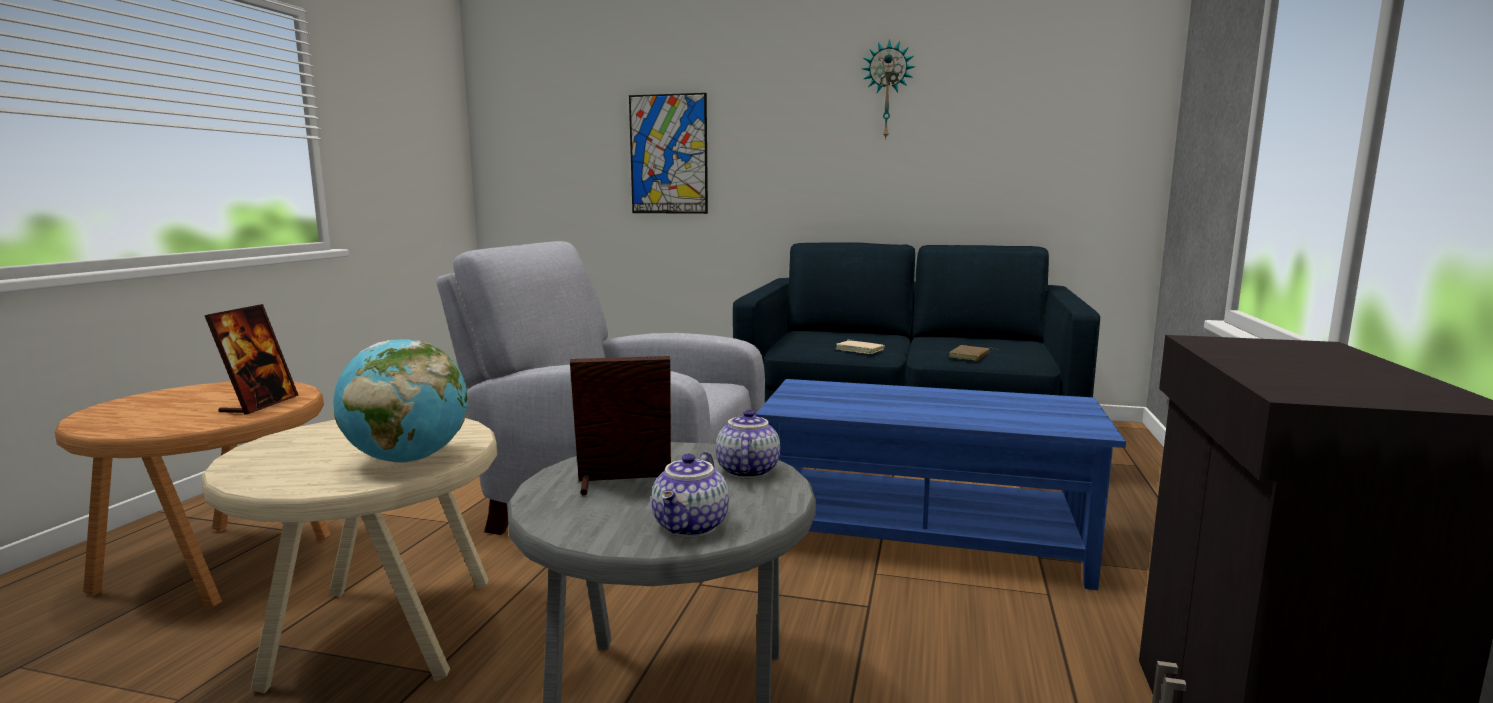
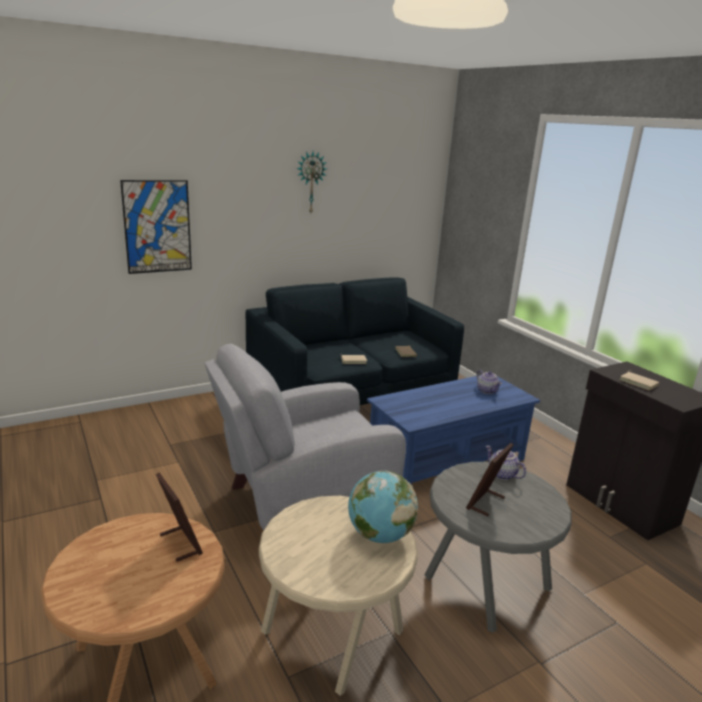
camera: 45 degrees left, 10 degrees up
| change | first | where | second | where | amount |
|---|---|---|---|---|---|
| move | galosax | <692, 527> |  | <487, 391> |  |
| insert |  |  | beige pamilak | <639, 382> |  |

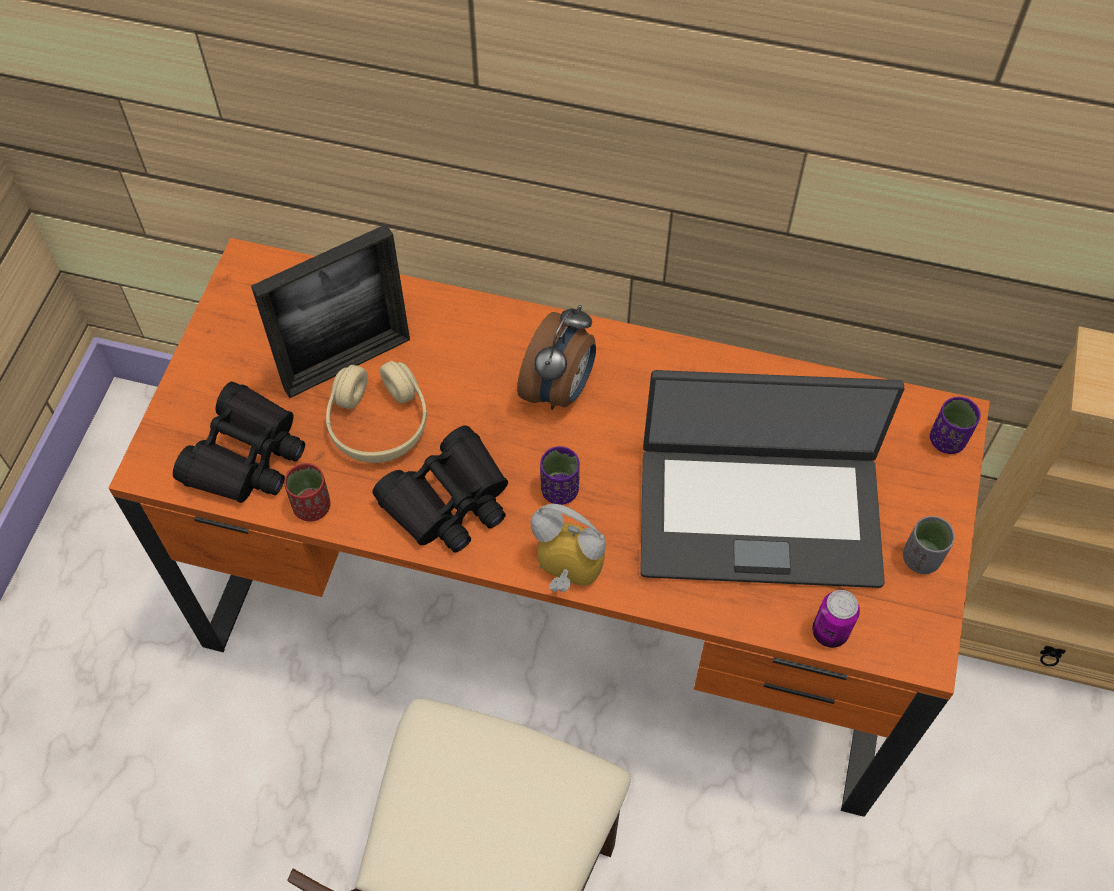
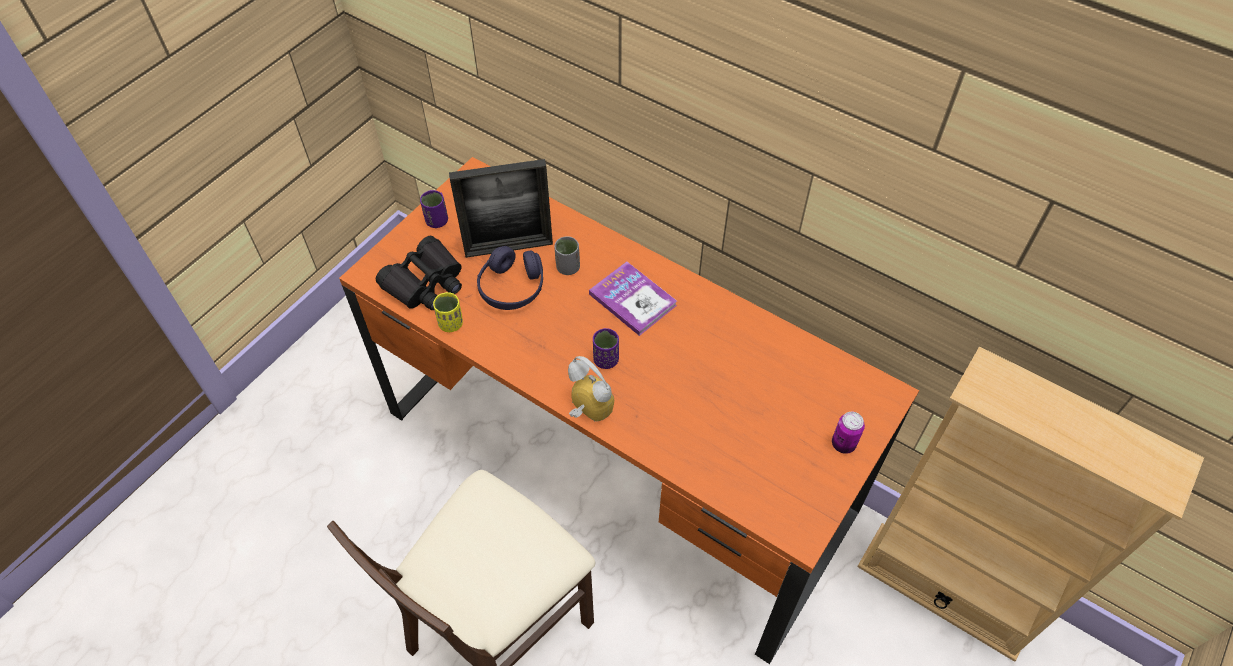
camera: 20 degrees right, 5 degrees down
| change | first | where | second | where | amount |
|---|---|---|---|---|---|
| replace | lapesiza | <560, 389> | pamilak | <632, 300> |  |
| recolor | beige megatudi | <378, 423> | purple megatudi | <512, 287> |  |
| delete | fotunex | <759, 513> |  |  |  |
| move | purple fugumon | <947, 440> |  | <437, 221> |  |
| delete | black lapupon | <448, 501> |  |  |  |
| recolor | red fugumon | <312, 506> | yellow fugumon | <451, 324> |  |
| move | grey fugumon | <921, 558> |  | <568, 267> |  |
| move | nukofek | <829, 632> |  | <843, 444> |  |

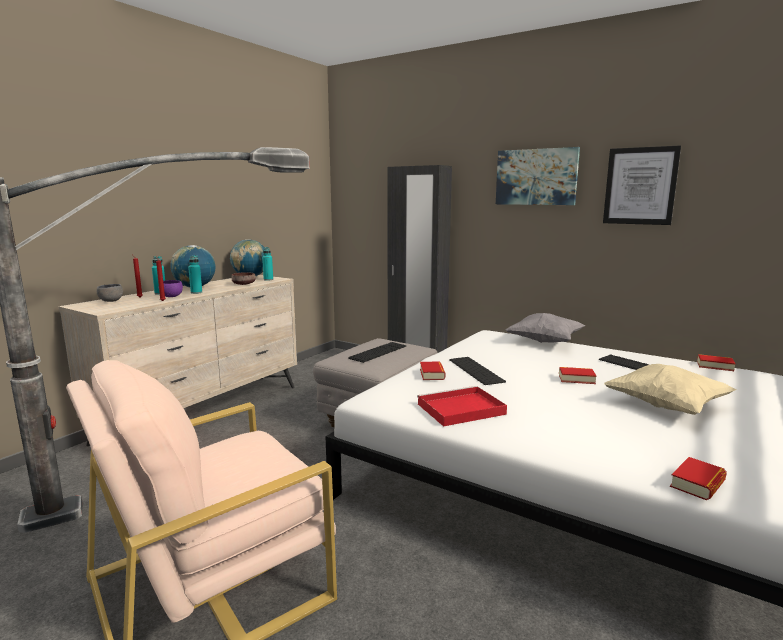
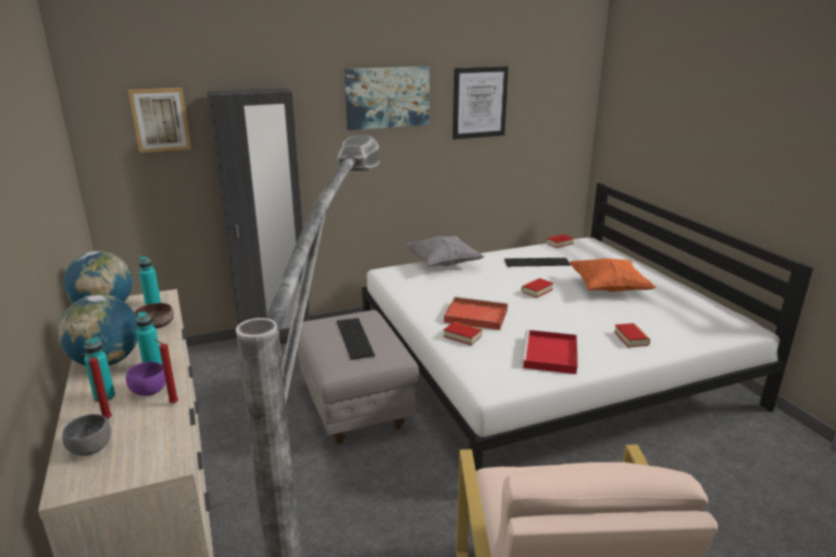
camera: 55 degrees left, 10 degrees up
| change | first | where | second | where | amount |
|---|---|---|---|---|---|
| replace | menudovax | <475, 370> | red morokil | <474, 316> |  |
| recolor | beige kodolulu | <666, 406> | orange kodolulu | <608, 289> |  |
| move | pamilak | <697, 484> |  | <631, 338> |  |
| insert |  |  | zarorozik | <160, 120> |  |

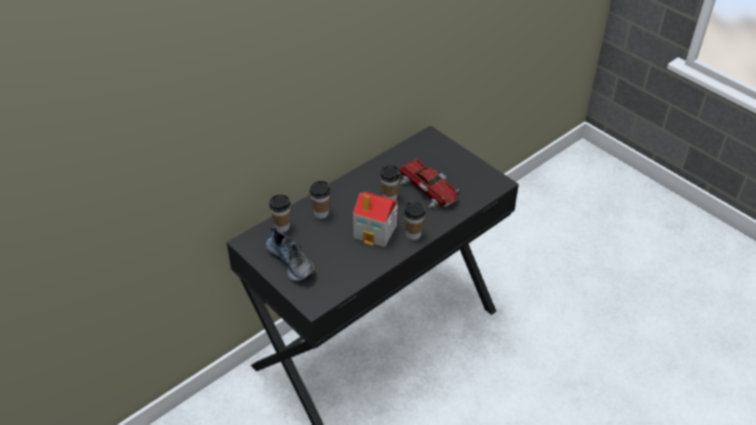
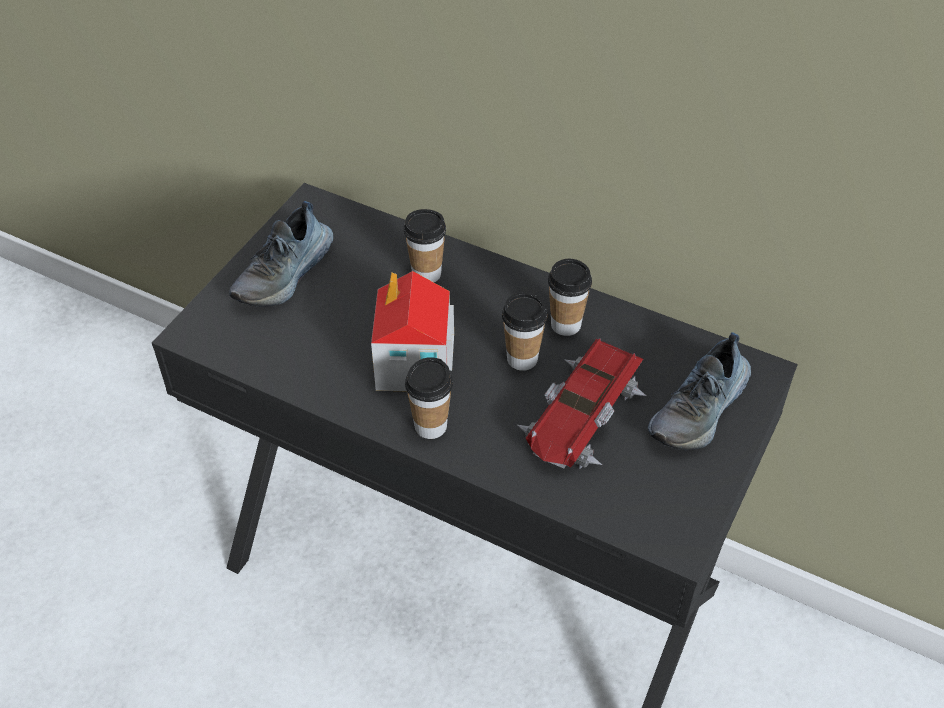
camera: 70 degrees right, 5 degrees up
| change | first | where | second | where | amount |
|---|---|---|---|---|---|
| move | fugumon | <282, 227> |  | <566, 325> |  |
| insert |  |  | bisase | <701, 410> |  |

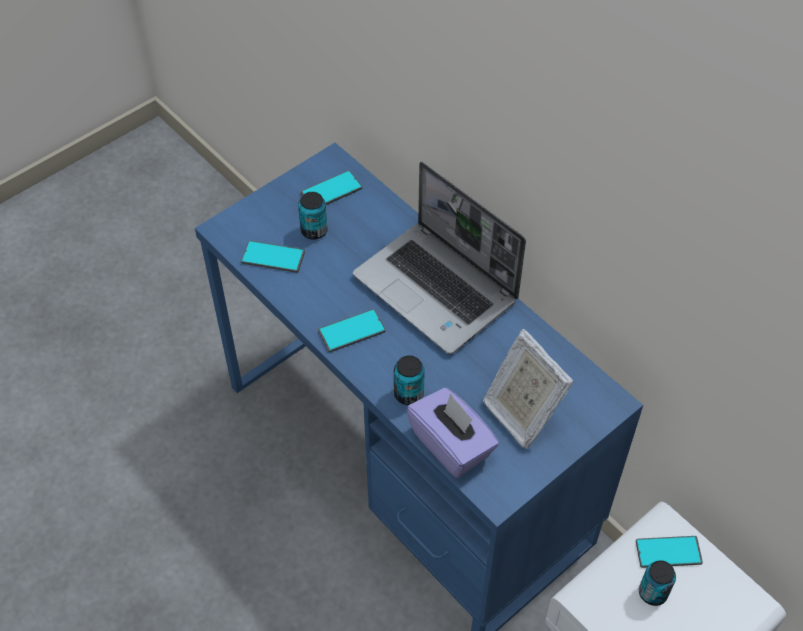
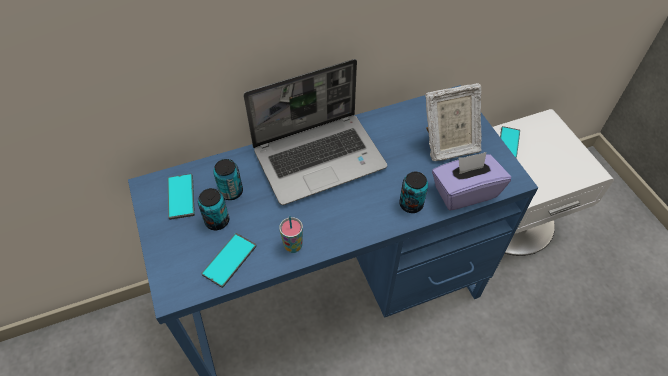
camera: 70 degrees left, 0 degrees up
| change | first | where | second | where | amount |
|---|---|---|---|---|---|
| delete | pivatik | <351, 331> |  |  |  |
| move | nukofek | <653, 593> |  | <231, 192> |  |
| insert |  |  | fugumon | <293, 246> |  |

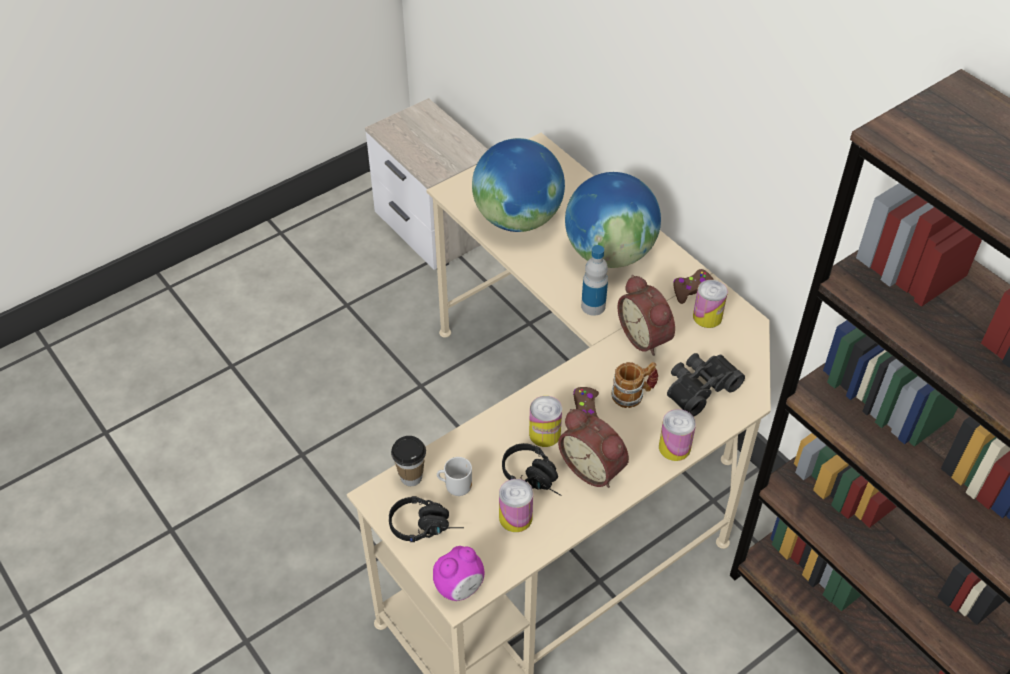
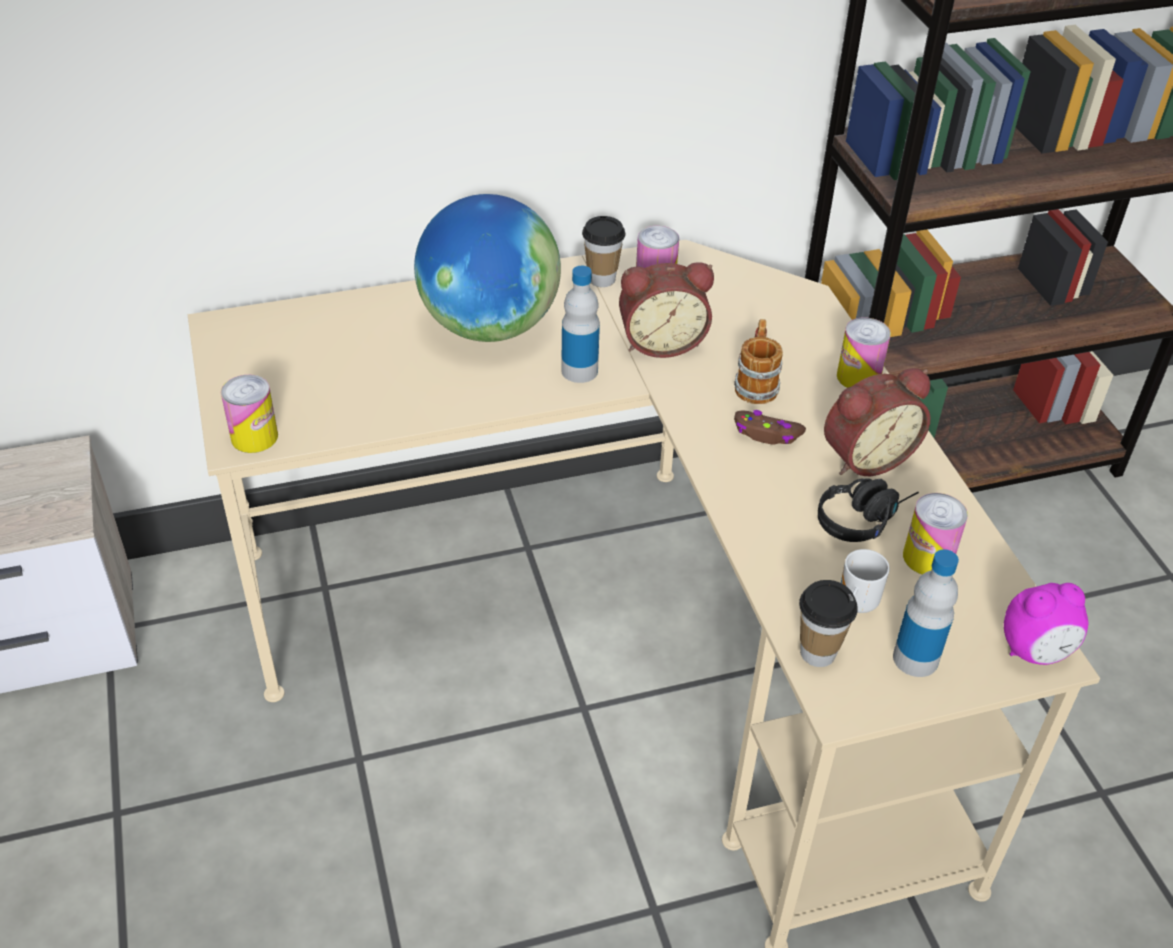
camera: 70 degrees left, 5 degrees down
| change | first | where | second | where | amount |
|---|---|---|---|---|---|
| delete | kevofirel | <517, 219> |  |  |  |
| replace | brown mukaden | <692, 290> | fugumon | <602, 279> |  |
| delete | black lapupon | <699, 387> |  |  |  |
| move | nukofek | <544, 434> |  | <254, 437> |  |
| replace | black megatudi | <427, 525> | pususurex | <915, 658> |  |
| rotate | lapesiza | <460, 588> |  | <1036, 651> | 90 degrees clockwise |

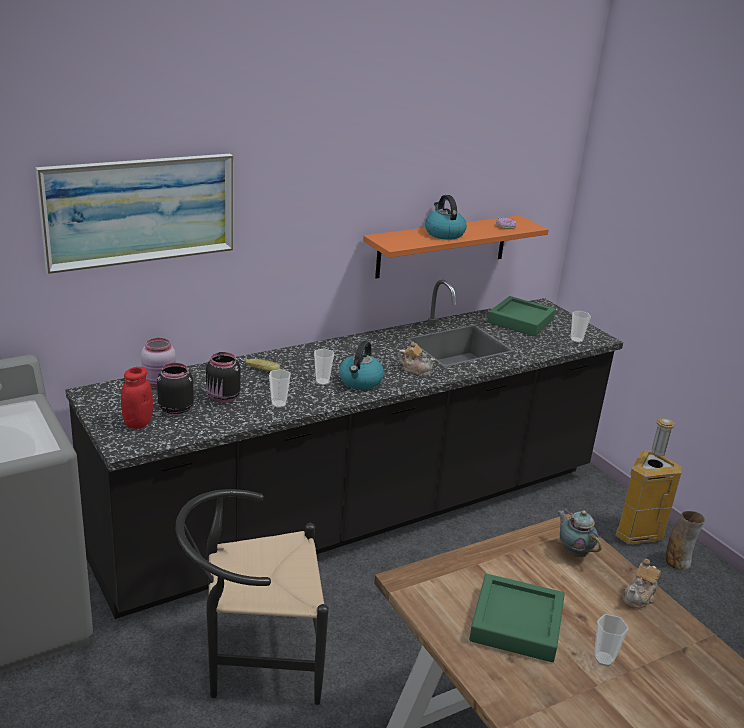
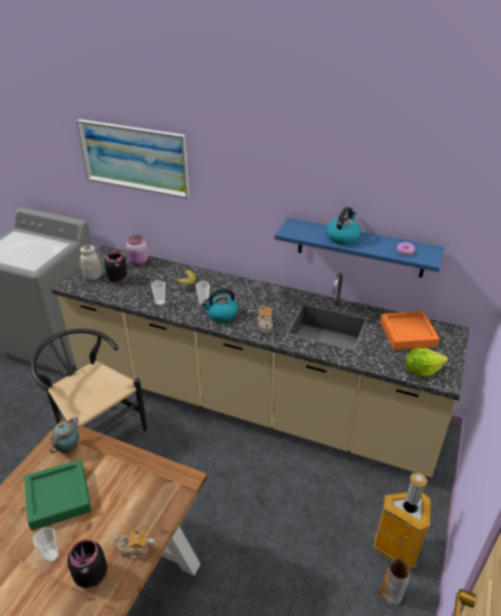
camera: 55 degrees right, 10 degrees up
| change | first | where | second | where | amount |
|---|---|---|---|---|---|
| recolor | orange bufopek | <442, 246> | blue bufopek | <360, 248> |  |
| recolor | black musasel | <359, 514> | beige musasel | <250, 401> |  |
| recolor | green morokil | <520, 321> | orange morokil | <408, 334> |  |
| replace | fugumon | <576, 340> | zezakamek | <421, 371> |  |
| move | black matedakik | <223, 398> |  | <90, 575> |  |
| recolor | red matedakik | <138, 423> | white matedakik | <93, 277> |  |
| move | galosax | <573, 552> |  | <69, 447> |  |

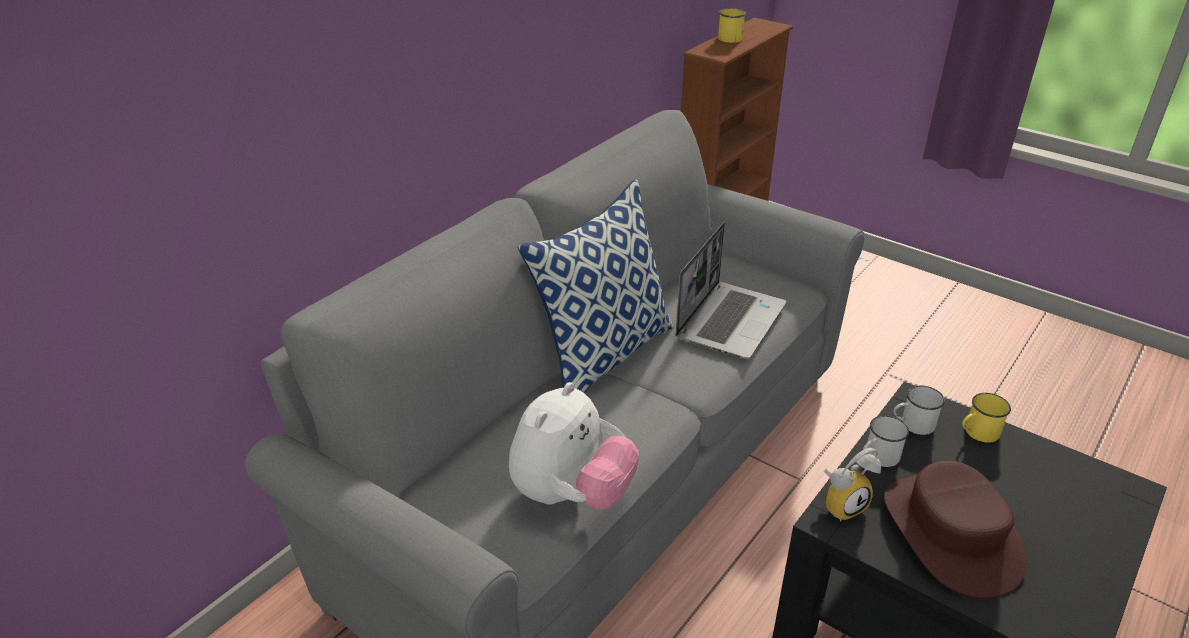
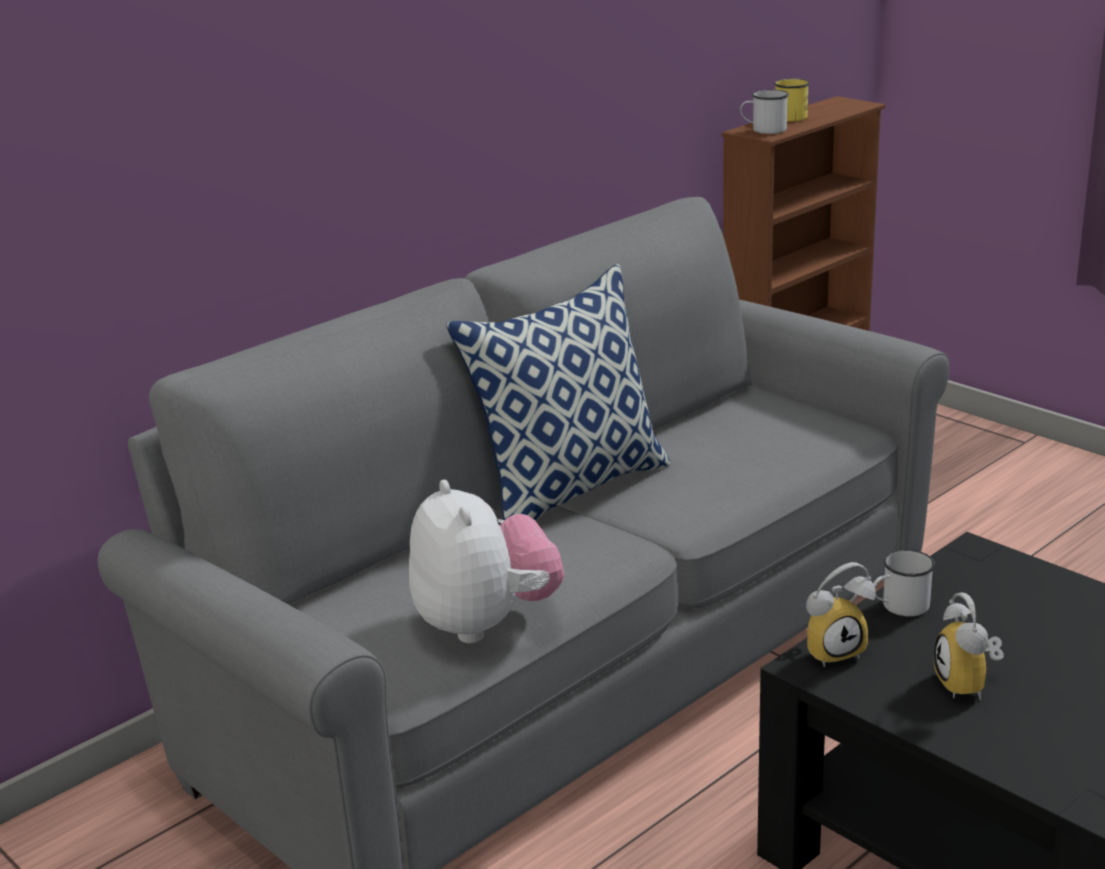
camera: 10 degrees right, 10 degrees down
| change | first | where | second | where | amount |
|---|---|---|---|---|---|
| delete | fotunex | <730, 321> |  |  |  |
| rotate | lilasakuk | <572, 495> |  | <486, 623> | 60 degrees counterclockwise |
| move | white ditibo | <912, 424> |  | <763, 130> |  |
| delete | yellow ditibo | <977, 433> |  |  |  |
| replace | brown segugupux | <951, 533> | lapesiza | <969, 686> |  |

